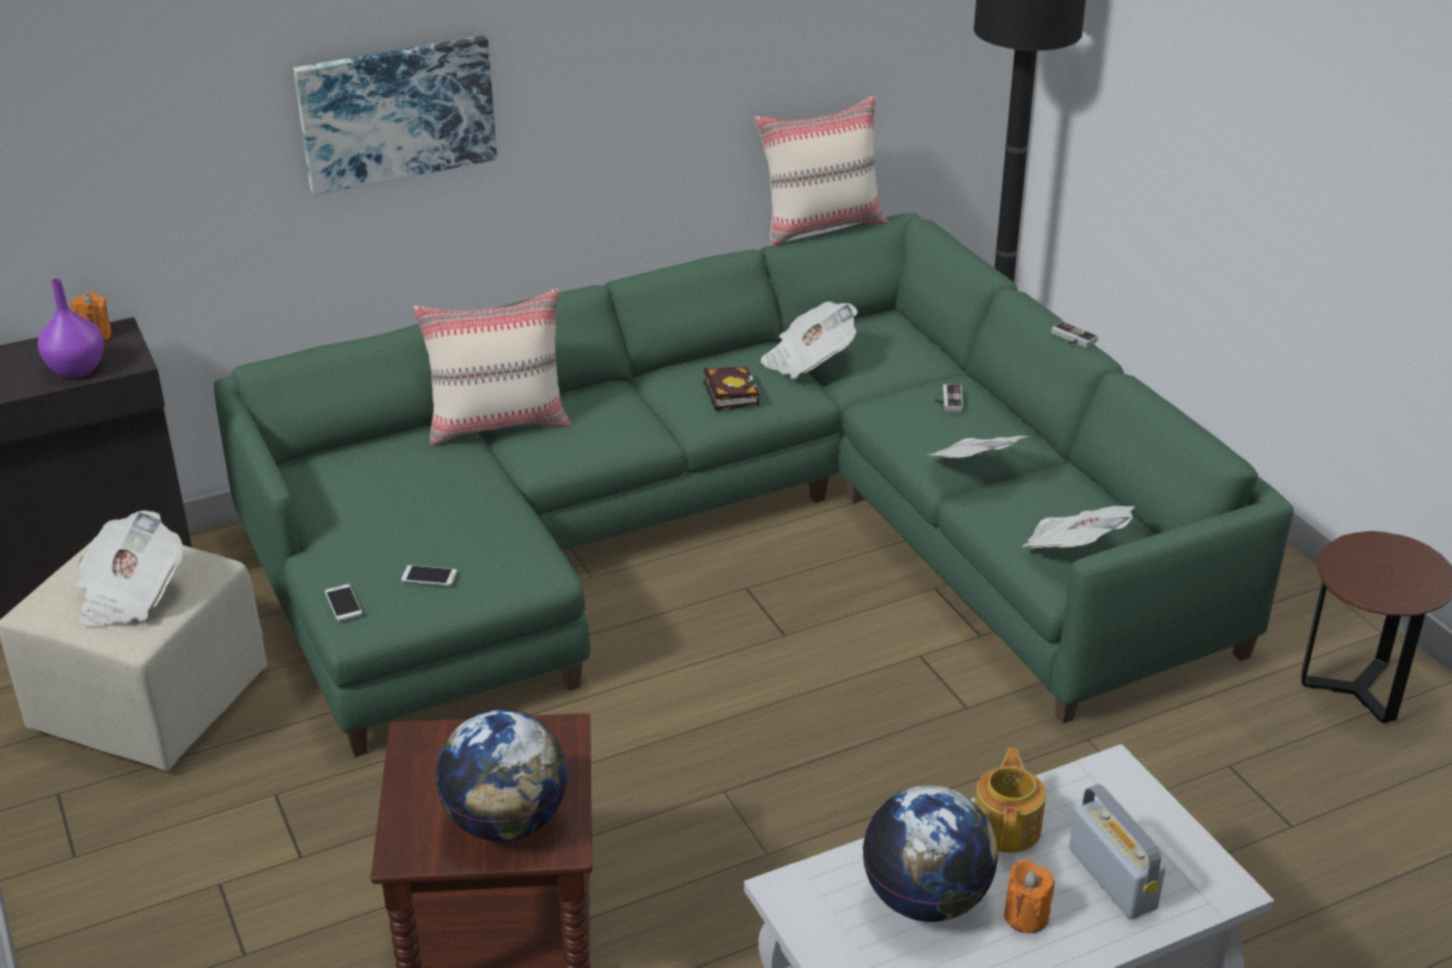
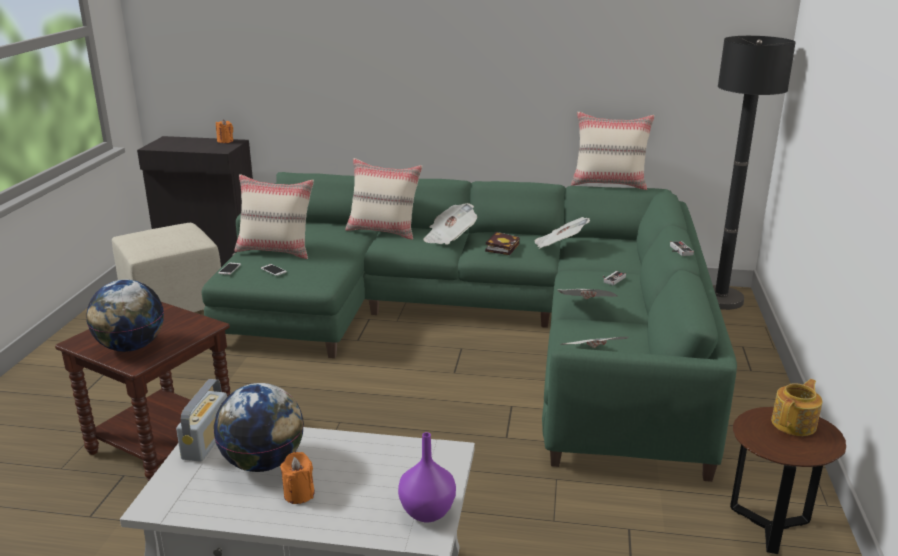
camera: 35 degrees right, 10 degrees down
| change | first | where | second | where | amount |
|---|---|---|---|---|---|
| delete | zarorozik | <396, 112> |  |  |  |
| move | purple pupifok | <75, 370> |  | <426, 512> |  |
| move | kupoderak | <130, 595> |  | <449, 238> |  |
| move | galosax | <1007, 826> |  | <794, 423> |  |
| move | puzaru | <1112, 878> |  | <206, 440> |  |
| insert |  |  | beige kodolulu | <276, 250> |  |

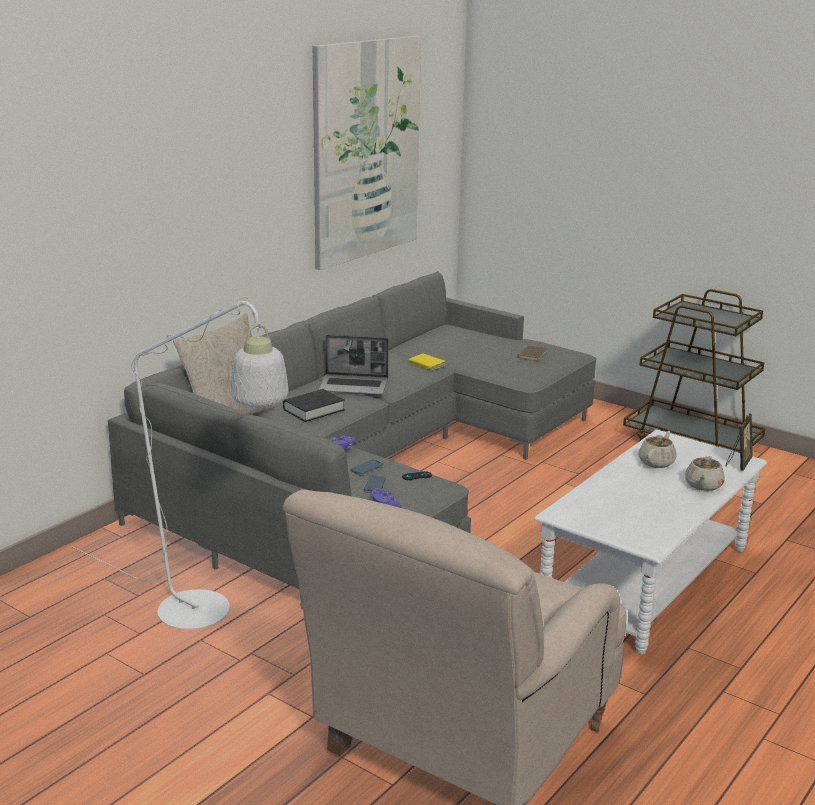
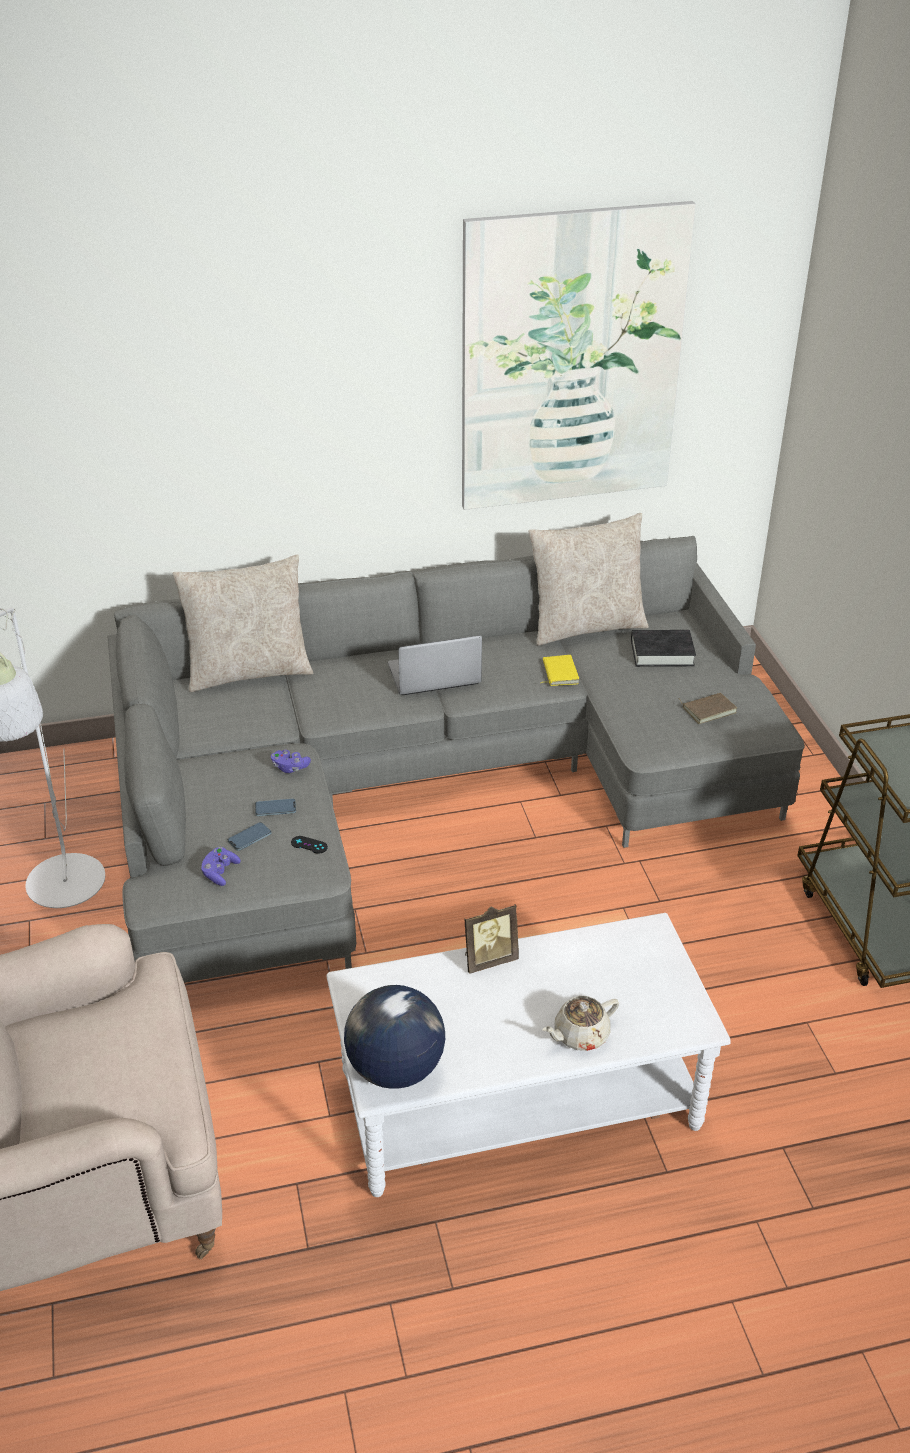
camera: 40 degrees right, 15 degrees up
| change | first | where | second | where | amount |
|---|---|---|---|---|---|
| rotate | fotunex | <354, 386> |  | <433, 676> | 120 degrees clockwise |
| move | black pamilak | <314, 410> |  | <662, 653> |  |
| move | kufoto | <738, 463> |  | <489, 959> |  |
| delete | beige galosax | <657, 462> |  |  |  |
| insert |  |  | beige kodolulu | <586, 626> |  |
| insert |  |  | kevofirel | <395, 1068> |  |

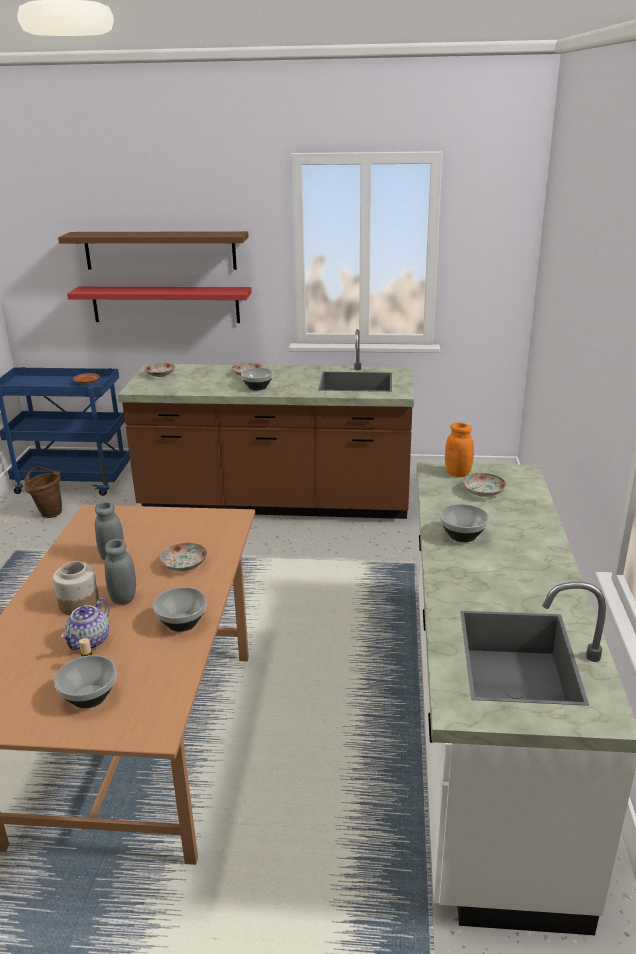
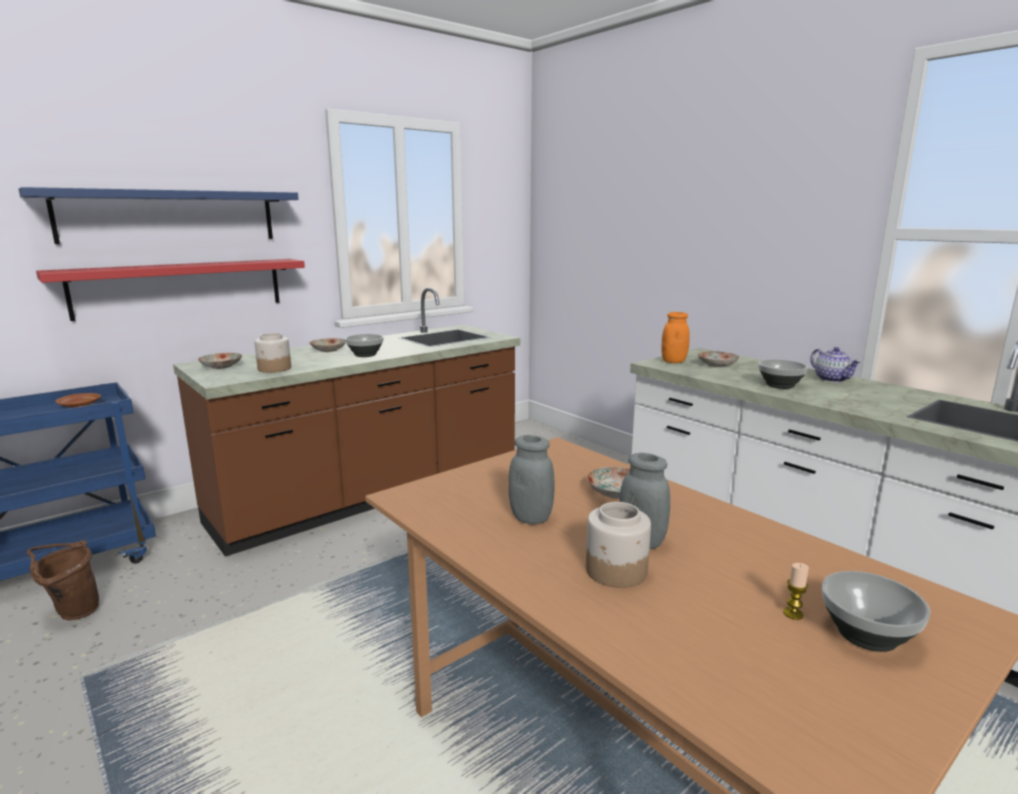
camera: 45 degrees left, 10 degrees down
| change | first | where | second | where | amount |
|---|---|---|---|---|---|
| recolor | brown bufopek | <160, 250> | blue bufopek | <170, 216> |  |
| delete | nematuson | <181, 623> |  |  |  |
| move | galosax | <89, 641> |  | <832, 379> |  |
| insert |  |  | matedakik | <274, 369> |  |

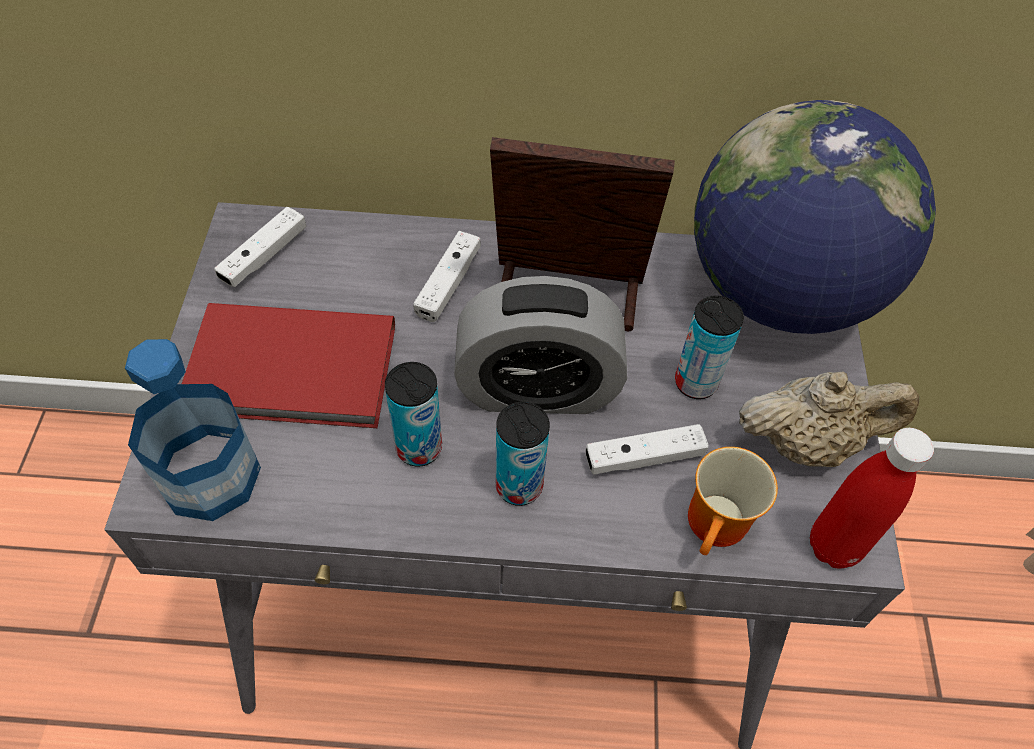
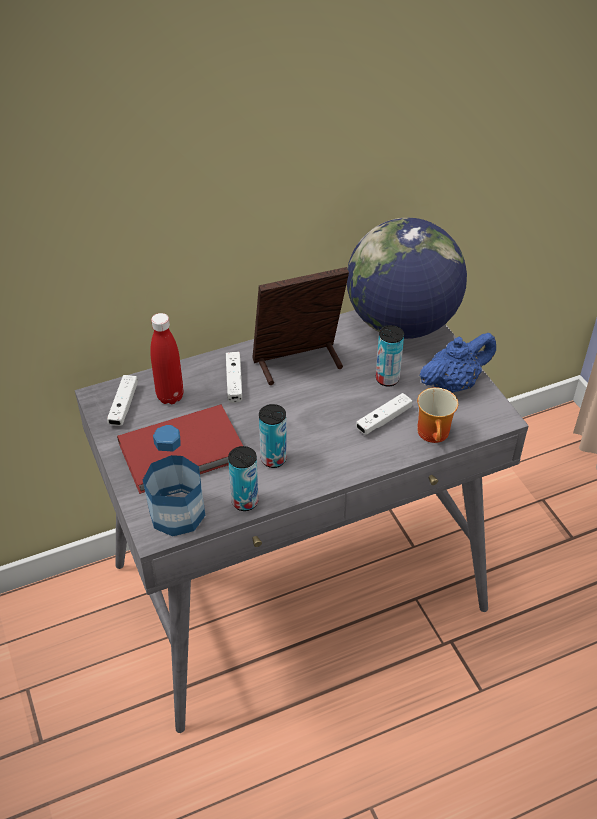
camera: 25 degrees left, 10 degrees down
| change | first | where | second | where | amount |
|---|---|---|---|---|---|
| delete | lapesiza | <537, 389> |  |  |  |
| recolor | beige galosax | <807, 442> | blue galosax | <453, 384> |  |
| move | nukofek | <519, 486> |  | <245, 501> |  |
| move | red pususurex | <833, 546> |  | <170, 396> |  |

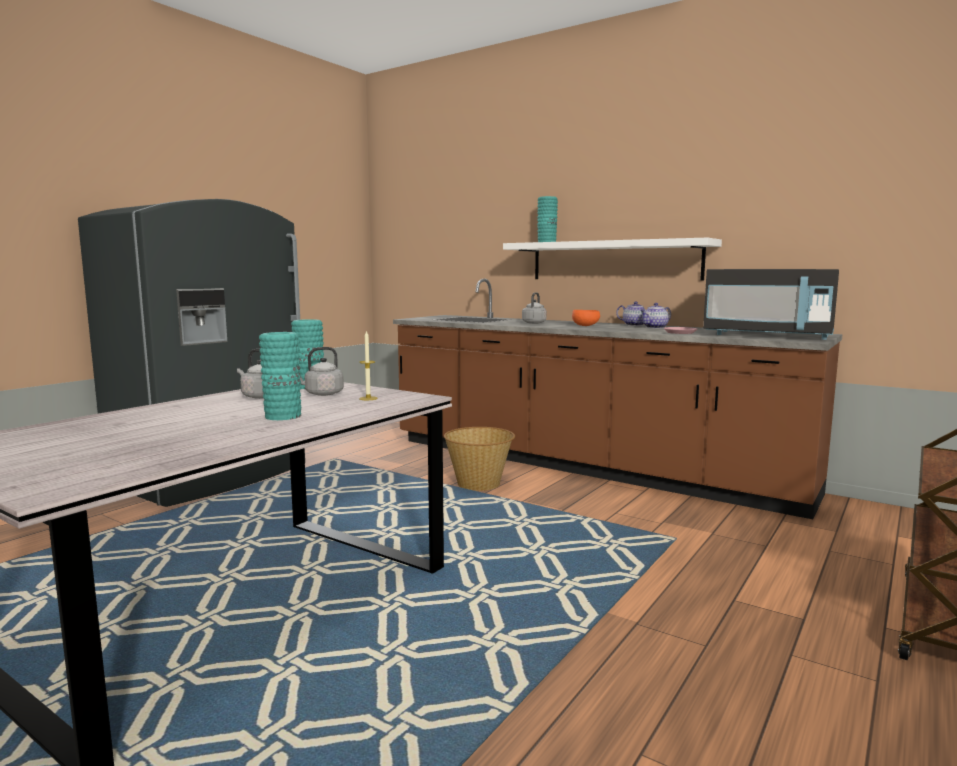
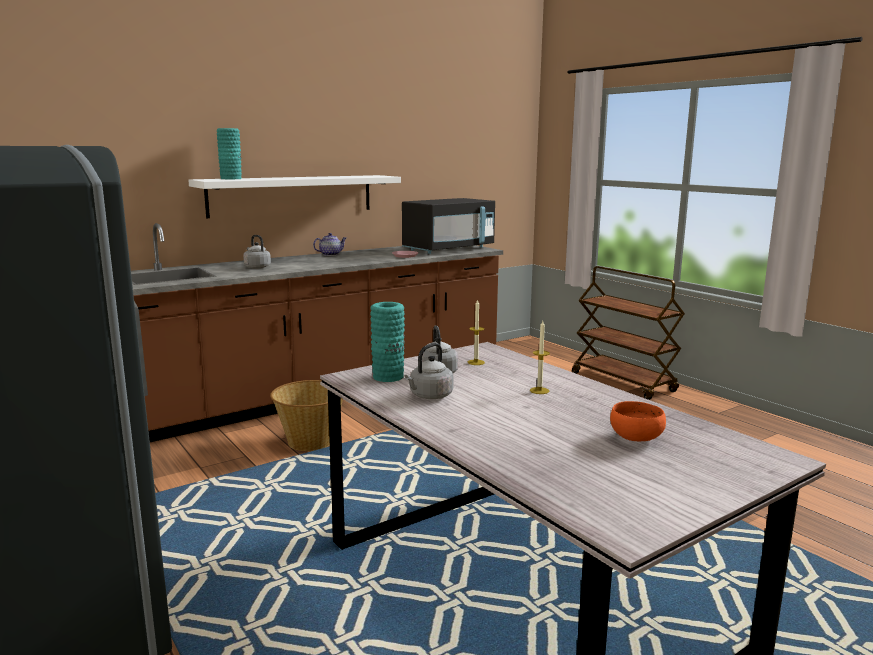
camera: 70 degrees left, 5 degrees up
| change | first | where | second | where | amount |
|---|---|---|---|---|---|
| delete | galosax | <655, 327> |  |  |  |
| move | orange nematuson | <586, 326> |  | <635, 437> |  |
| replace | turquoise pupifok | <283, 416> | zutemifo | <539, 390> |  |

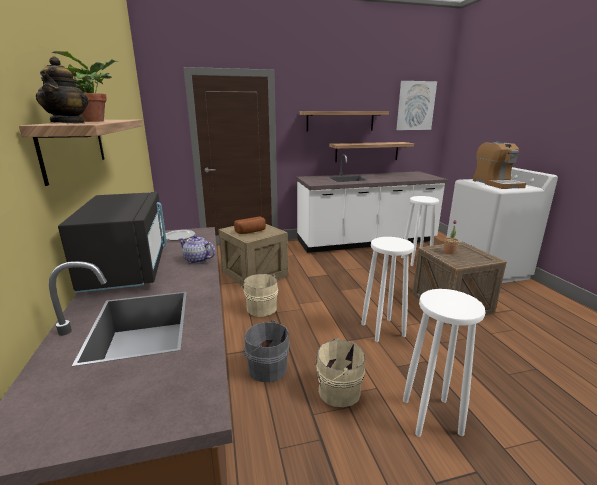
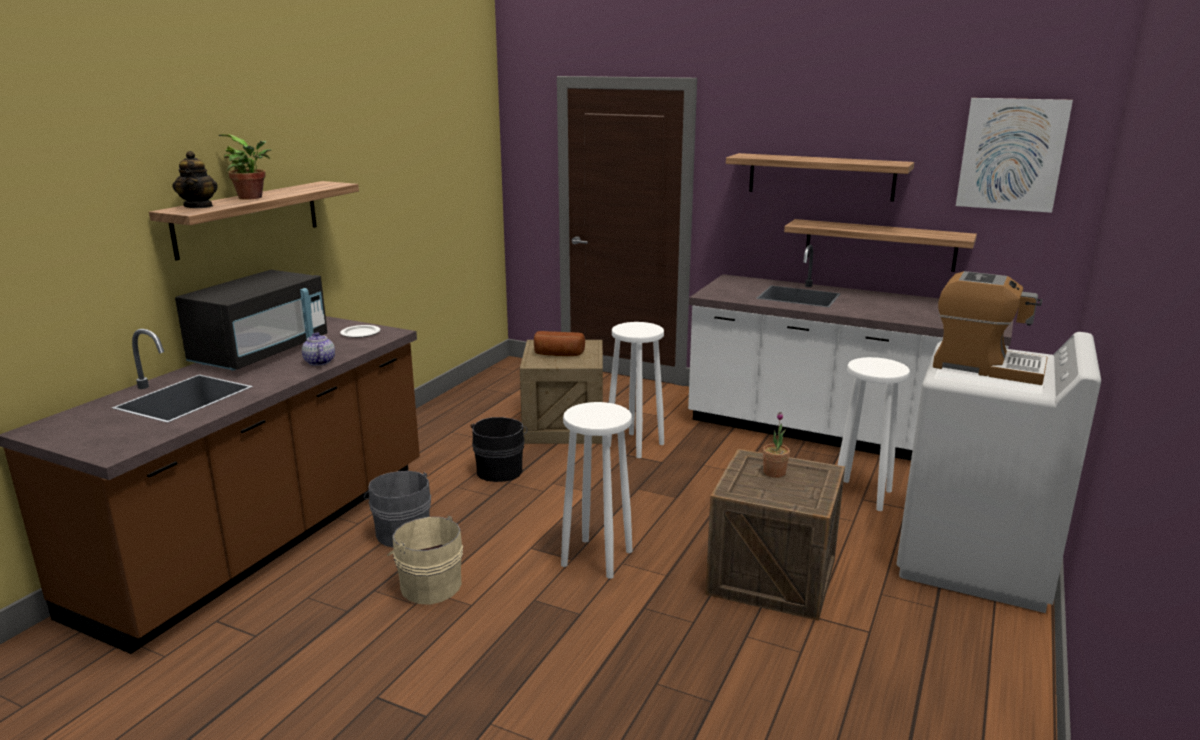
camera: 40 degrees right, 0 degrees up
| change | first | where | second | where | amount |
|---|---|---|---|---|---|
| rotate | galosax | <68, 123> |  | <199, 206> | 45 degrees counterclockwise |
| rotate | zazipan | <496, 184> |  | <985, 367> | 90 degrees counterclockwise |
| recolor | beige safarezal | <261, 308> | black safarezal | <500, 470> |  |
| move | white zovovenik | <431, 415> |  | <635, 445> |  |

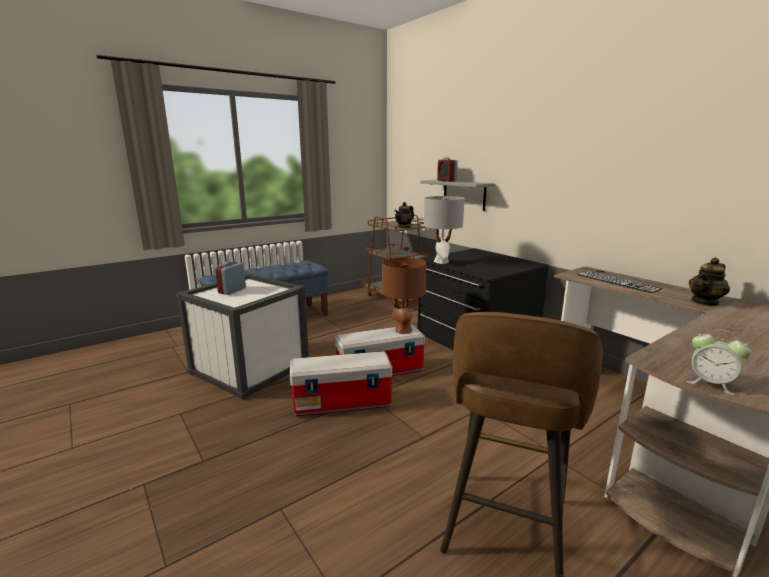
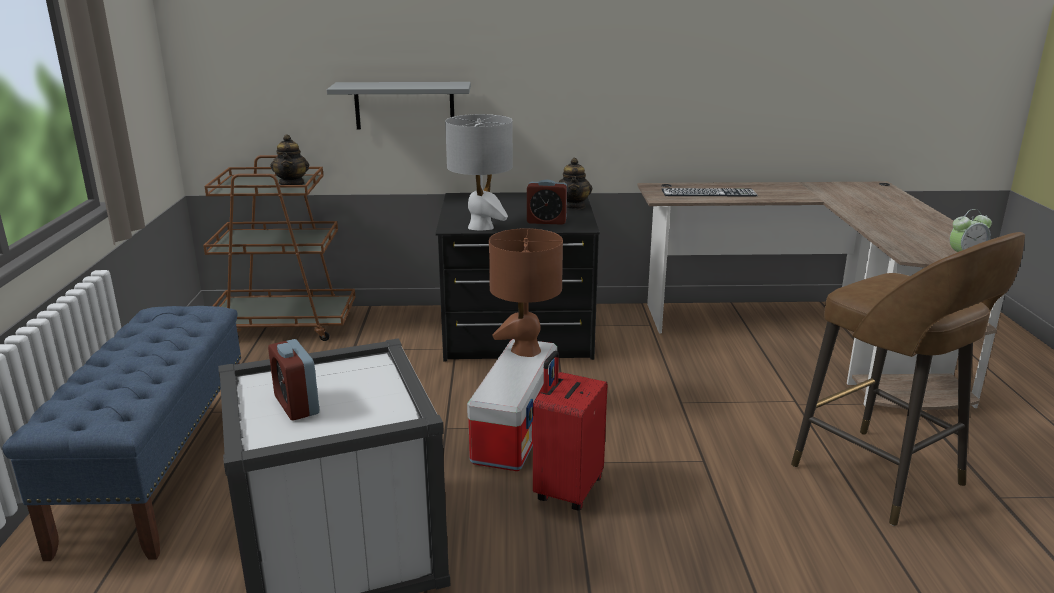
camera: 55 degrees left, 5 degrees up
| change | first | where | second | where | amount |
|---|---|---|---|---|---|
| move | lapesiza | <446, 181> |  | <546, 221> |  |
| move | galosax | <705, 302> |  | <573, 206> |  |
| replace | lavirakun | <343, 402> | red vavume | <567, 490> |  |

